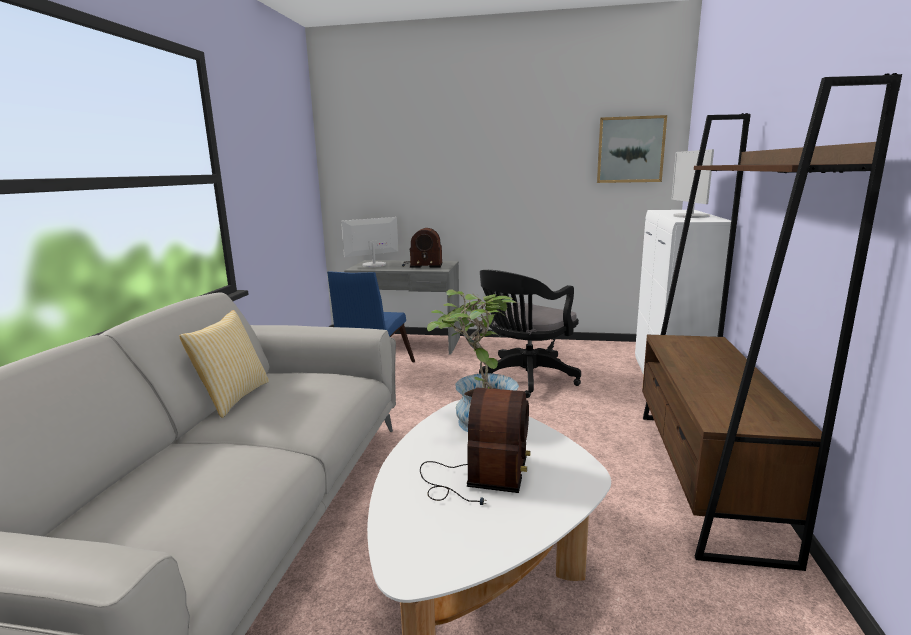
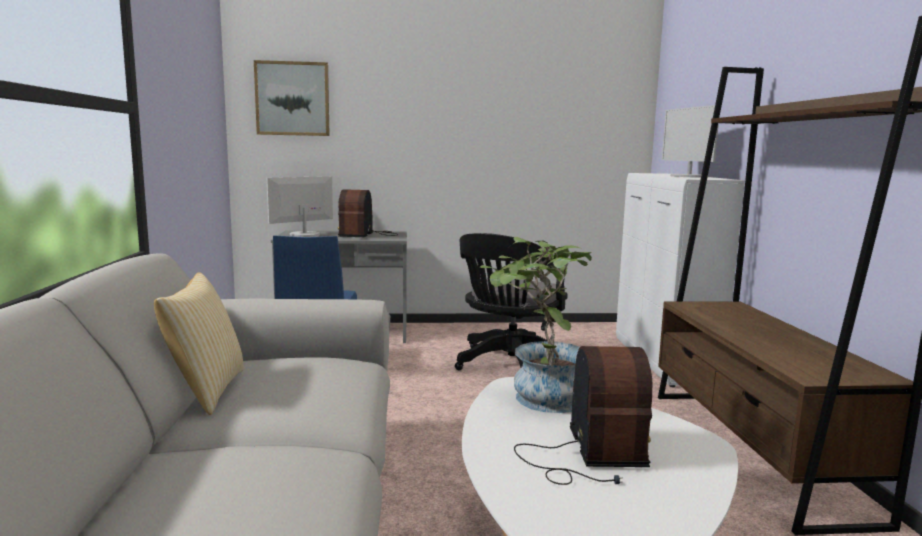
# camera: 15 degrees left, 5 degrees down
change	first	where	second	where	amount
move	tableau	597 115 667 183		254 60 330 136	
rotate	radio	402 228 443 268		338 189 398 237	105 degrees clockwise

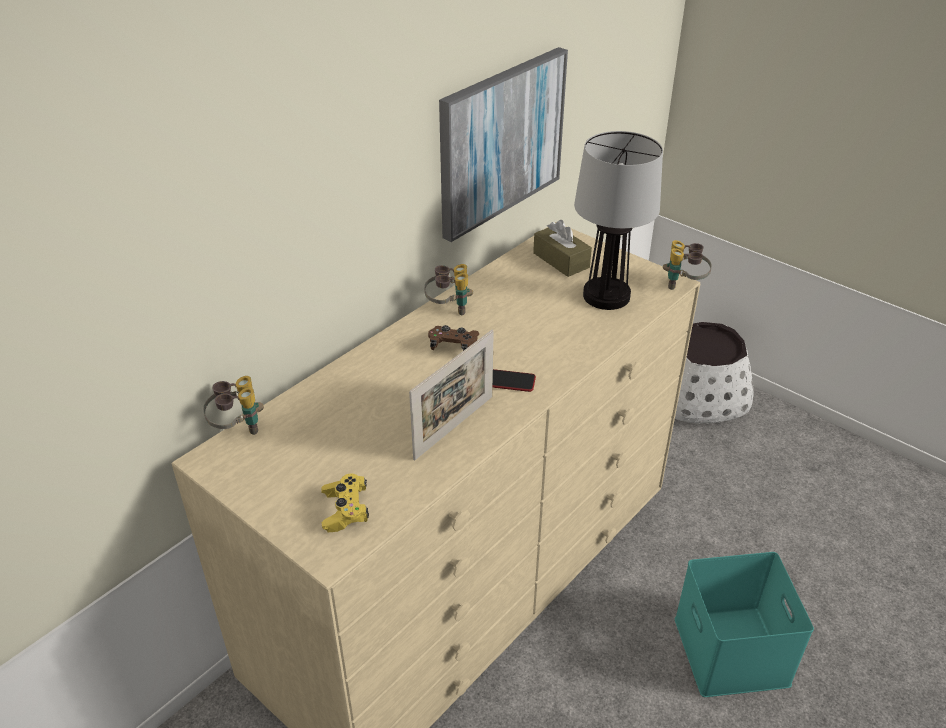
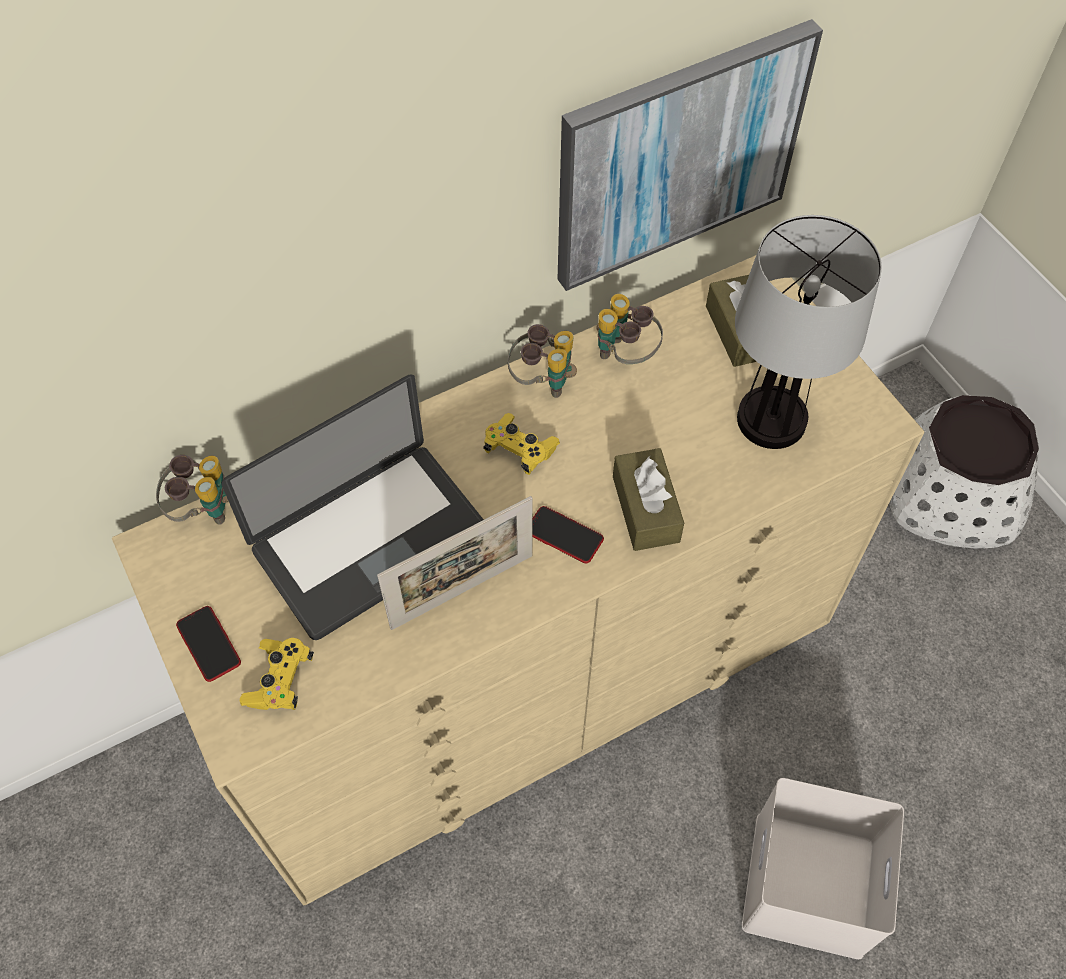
# camera: 20 degrees right, 20 degrees up
change	first	where	second	where	amount
insert			téléphone	176 606 241 682	
insert			ordinateur portable	222 374 484 640	
recolor	manette (marron)	428 325 479 351	manette (jaune)	484 413 560 475	
move	jumelles	663 240 712 290		597 294 663 364	
insert			boîte à mouchoirs (marron)	613 448 684 551	
recolor	boîte de rangement (turquoise)	675 552 814 697	boîte de rangement (blanc)	742 778 904 960	

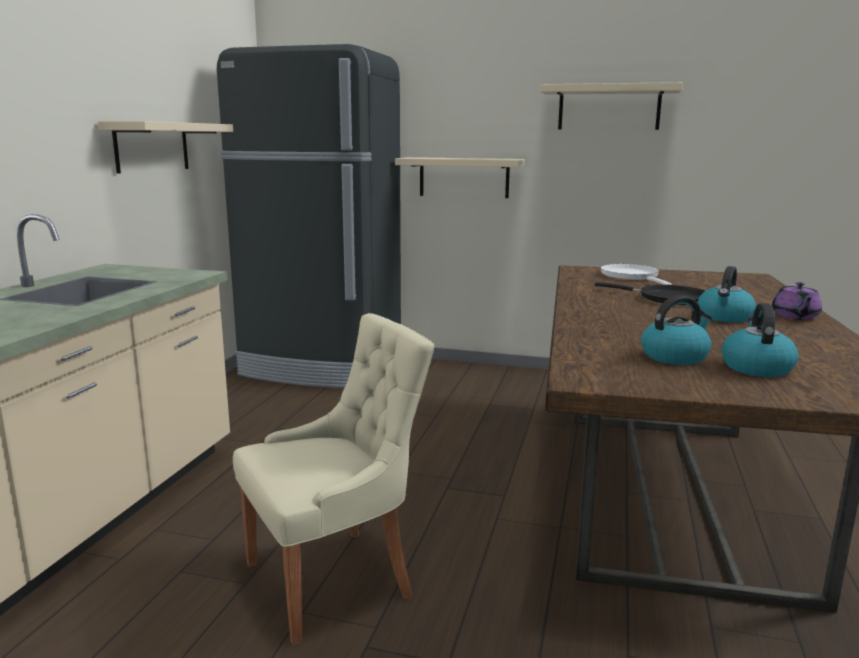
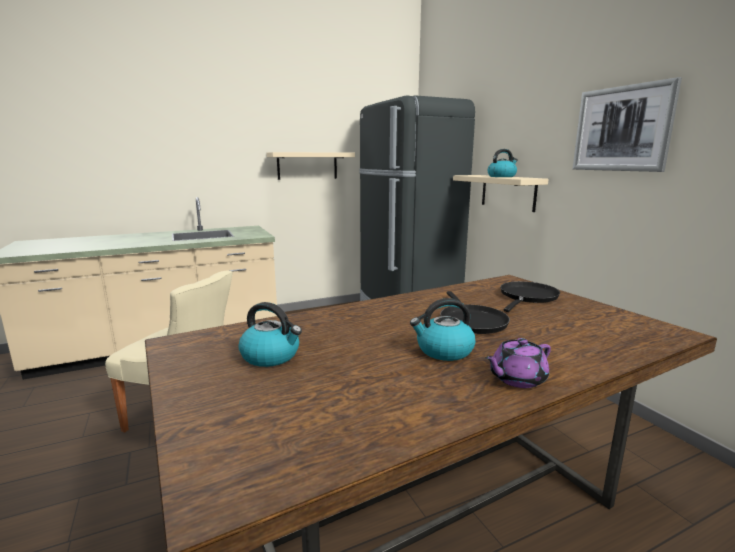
# camera: 50 degrees right, 0 degrees up
change	first	where	second	where	amount
move	bouilloire	722 303 799 377		487 149 518 177	
recolor	poêle (blanc)	600 264 671 285	poêle (noir)	500 281 560 312	
replace	étagère (beige)	540 82 683 130	tableau	573 77 682 172	

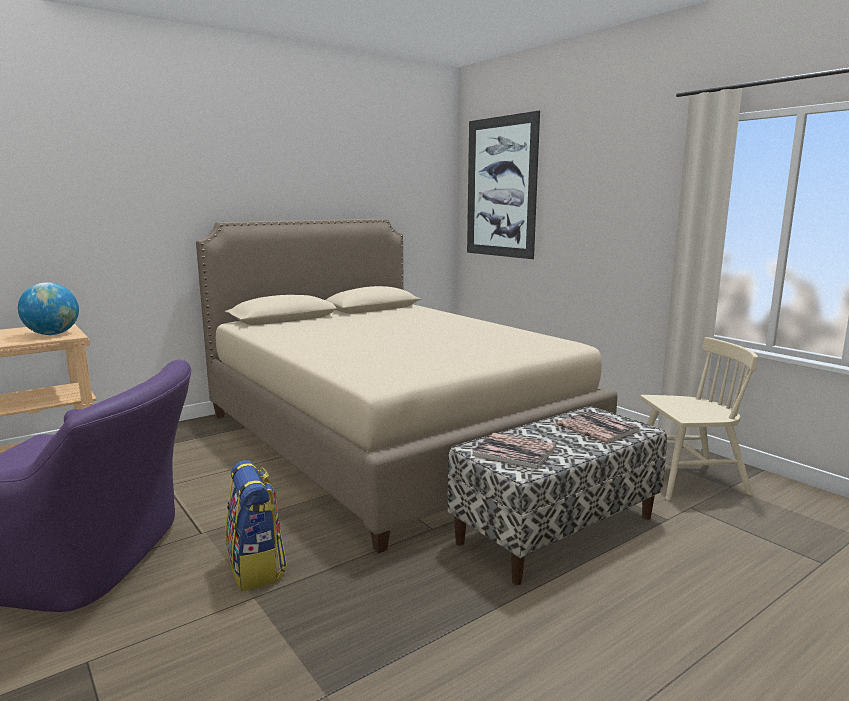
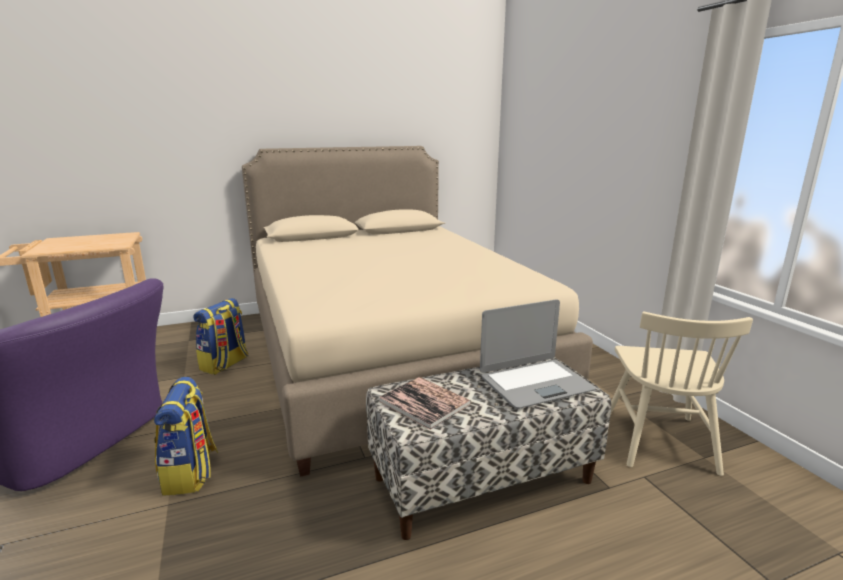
# camera: 15 degrees right, 5 degrees up
change	first	where	second	where	amount
insert			sac à dos	193 298 248 375	
replace	livre	557 411 640 443	ordinateur portable	480 299 596 409	
rotate	chaise (beige)	640 337 758 500		611 311 753 476	90 degrees clockwise
delete	globe	18 282 79 335			
delete	tableau	467 111 540 259			

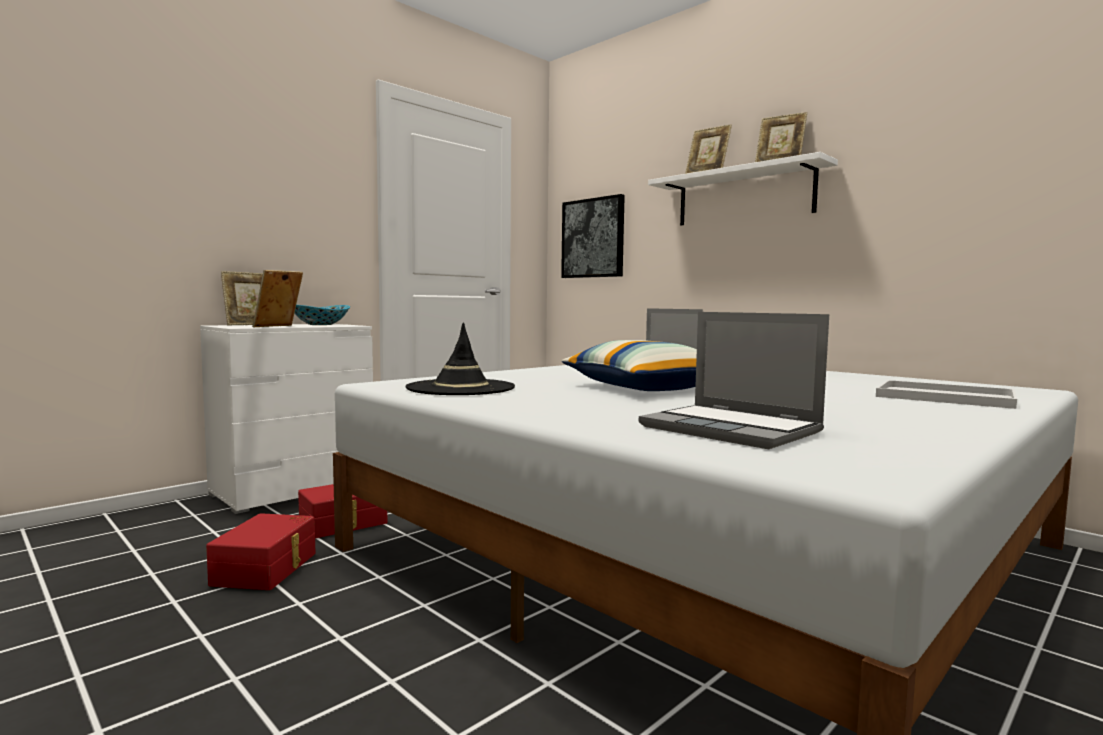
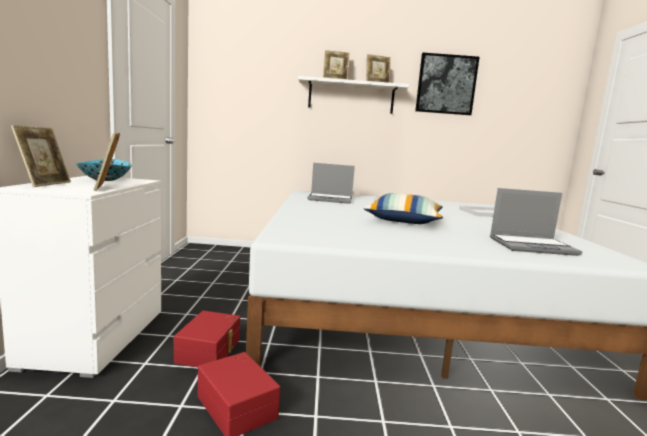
# camera: 45 degrees left, 5 degrees up
change	first	where	second	where	amount
move	tableau	561 194 625 278		415 53 479 115	
delete	chapeau (noir)	406 322 515 395			

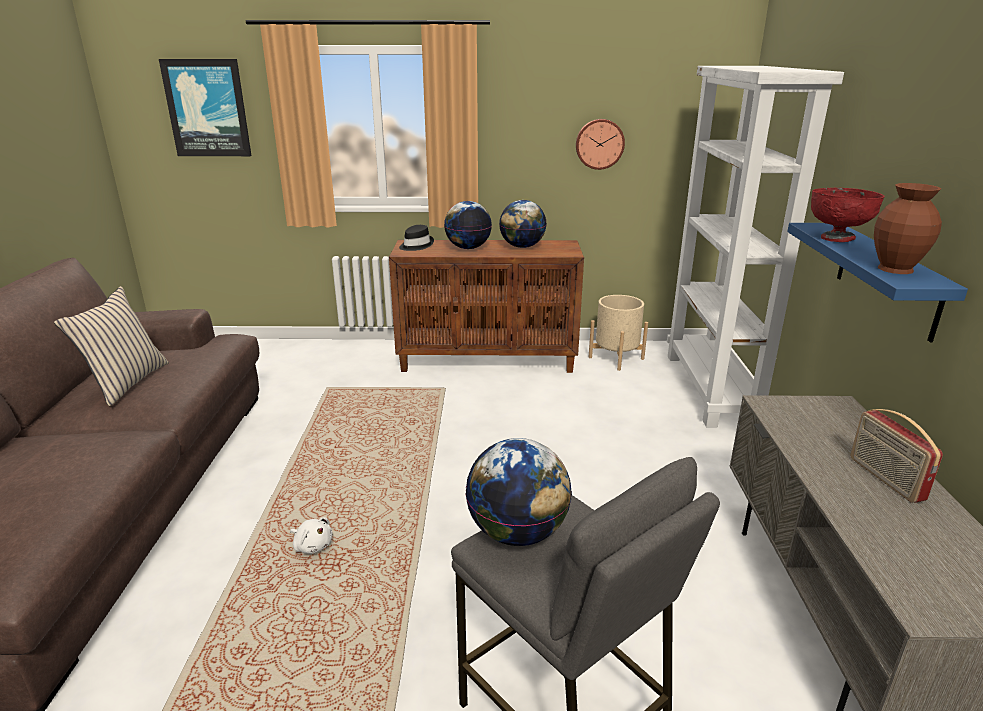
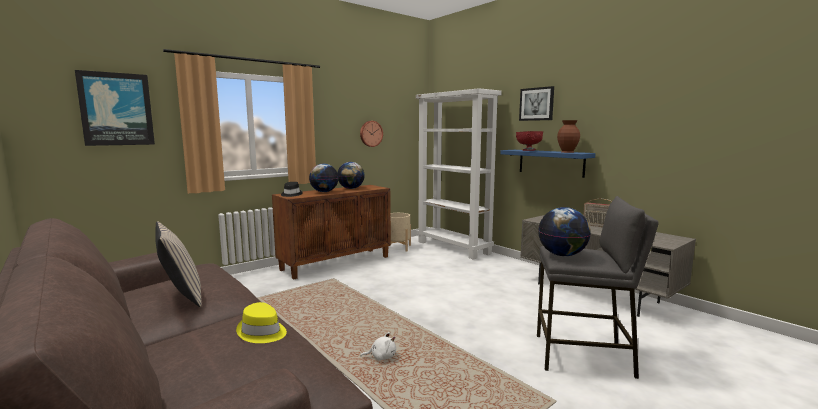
# camera: 40 degrees left, 15 degrees down
change	first	where	second	where	amount
insert			chapeau (jaune)	236 302 287 343	
insert			tableau	519 86 554 121	

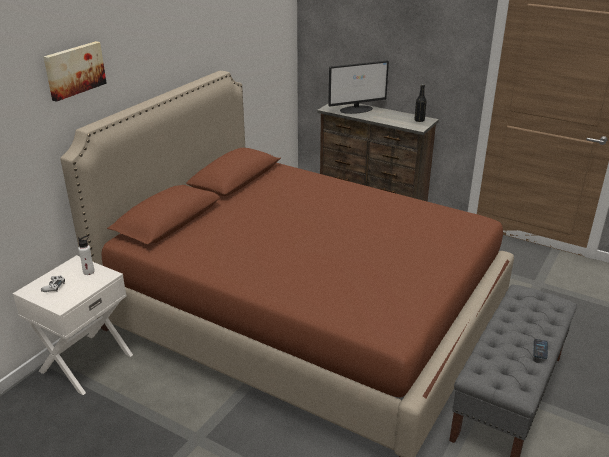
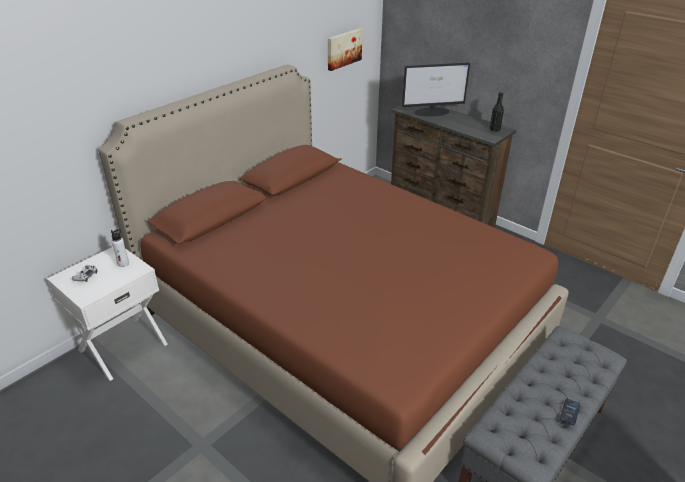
# camera: 10 degrees right, 5 degrees up
change	first	where	second	where	amount
move	tableau	44 41 107 102		328 28 363 71	

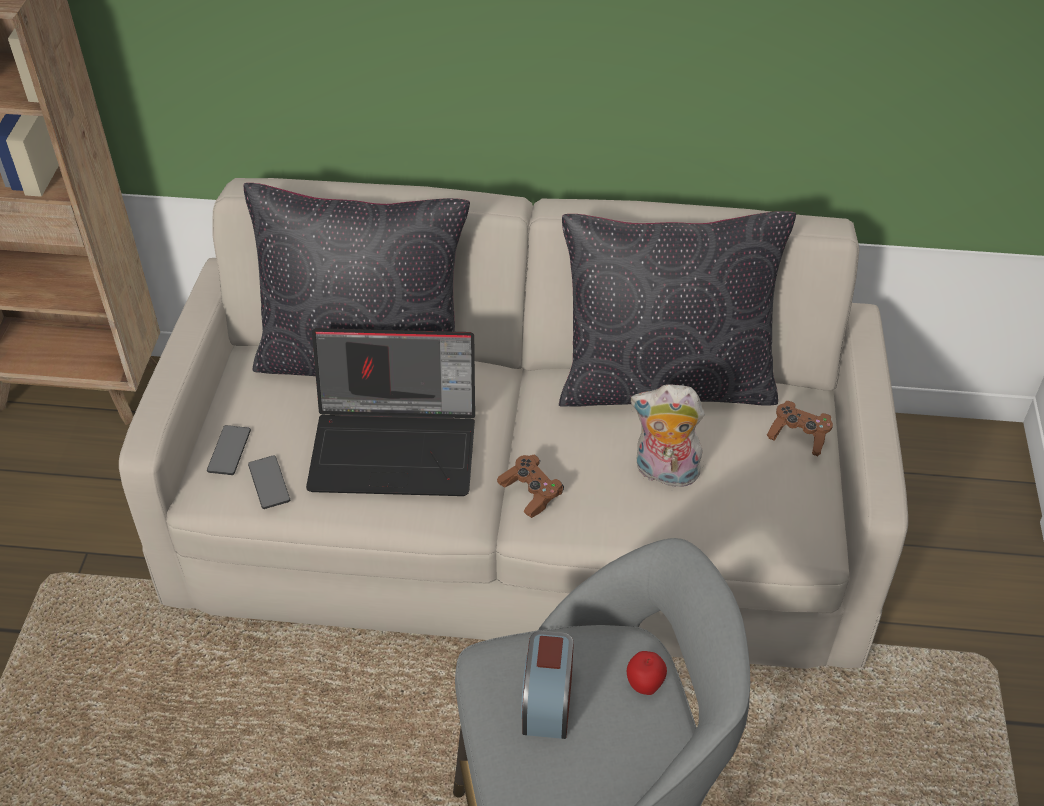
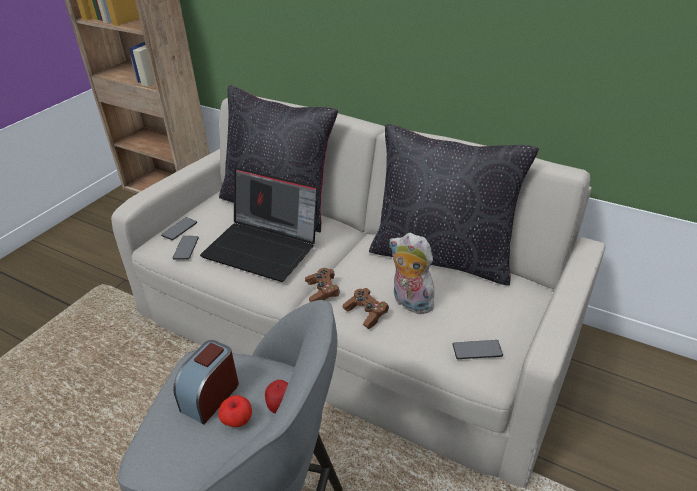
# camera: 25 degrees right, 10 degrees down
change	first	where	second	where	amount
insert			pomme	218 395 252 427	
move	manette (marron)	767 401 833 456		342 288 389 329	
insert			téléphone	453 340 503 359	

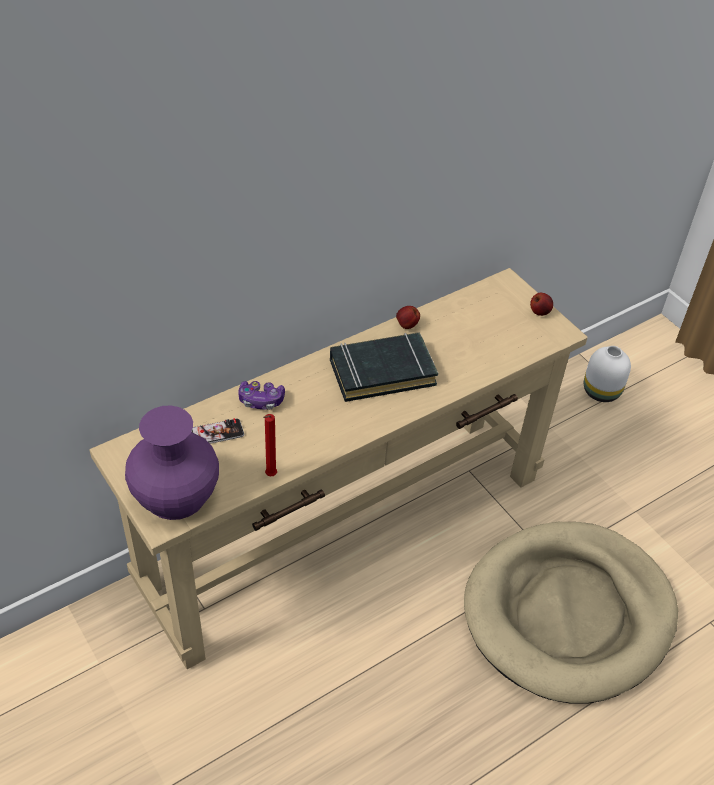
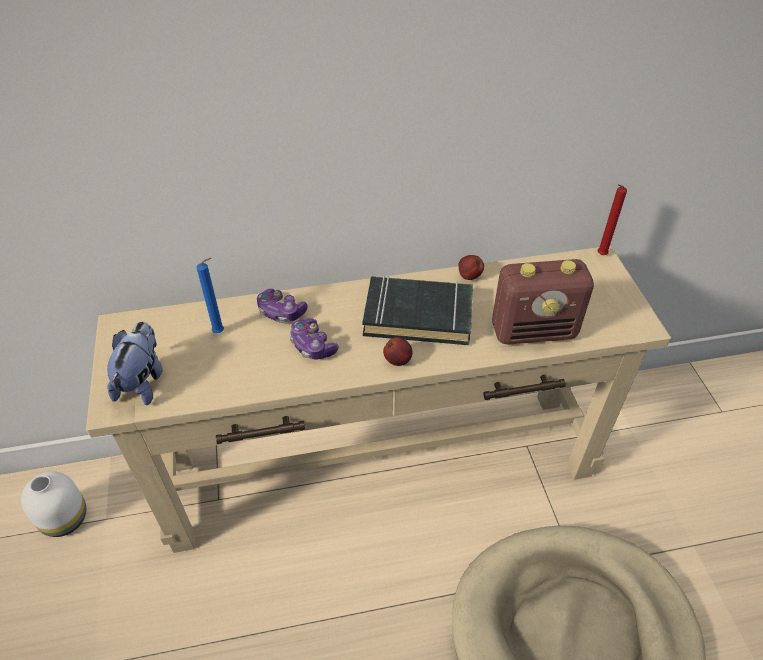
# camera: 25 degrees right, 0 degrees up
change	first	where	second	where	amount
move	vase (blanc)	584 346 631 402		21 471 86 537	
replace	vase (violet)	125 406 219 520	peluche	107 322 163 405	
replace	téléphone	191 418 244 444	bougie (bleu)	197 258 224 333	
insert			manette	289 318 339 359	
move	pomme	530 293 553 316		383 337 413 366	
insert			radio	492 259 594 345	
move	bougie (rouge)	263 414 277 476		598 184 627 255	

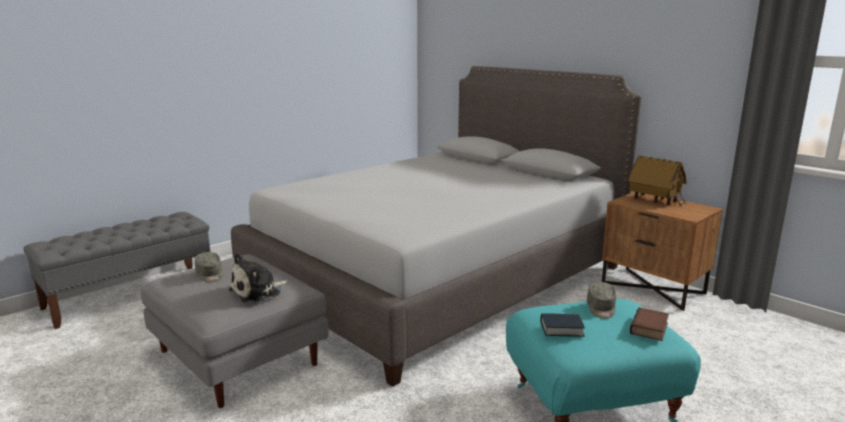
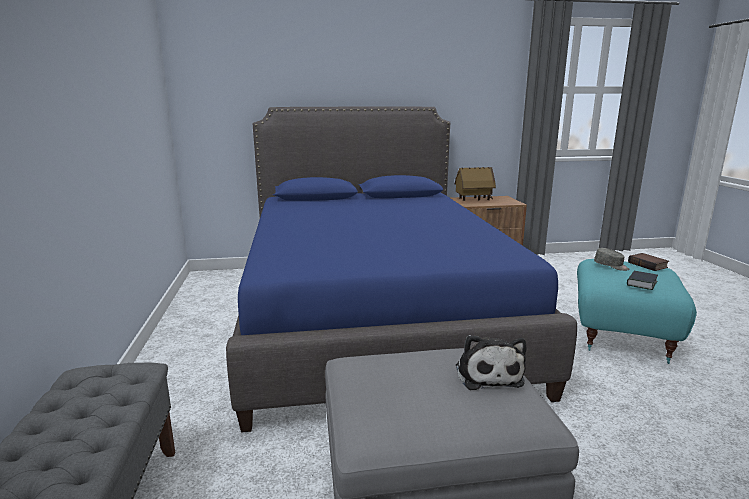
# camera: 55 degrees left, 0 degrees up
change	first	where	second	where	amount
recolor	lit (gris)	231 66 642 387	lit (bleu)	226 106 577 433	
delete	casquette (gris)	195 252 223 283			

